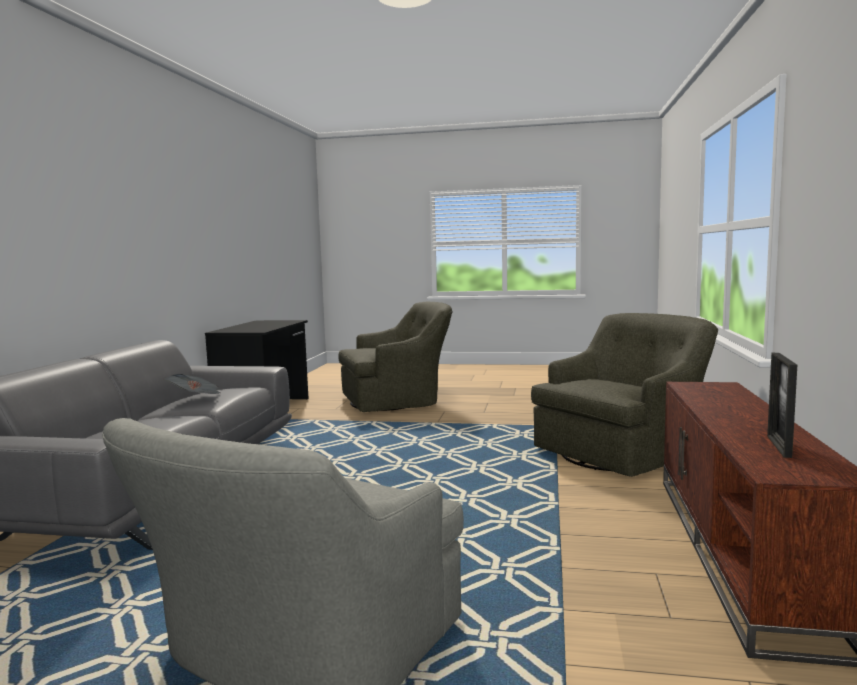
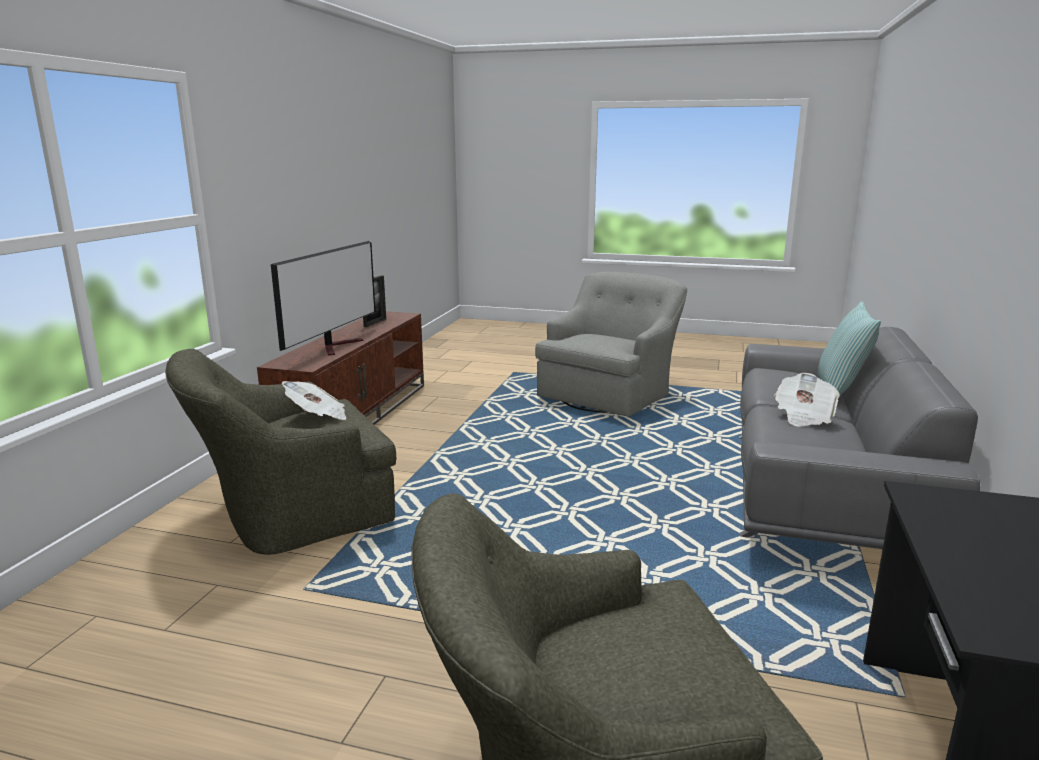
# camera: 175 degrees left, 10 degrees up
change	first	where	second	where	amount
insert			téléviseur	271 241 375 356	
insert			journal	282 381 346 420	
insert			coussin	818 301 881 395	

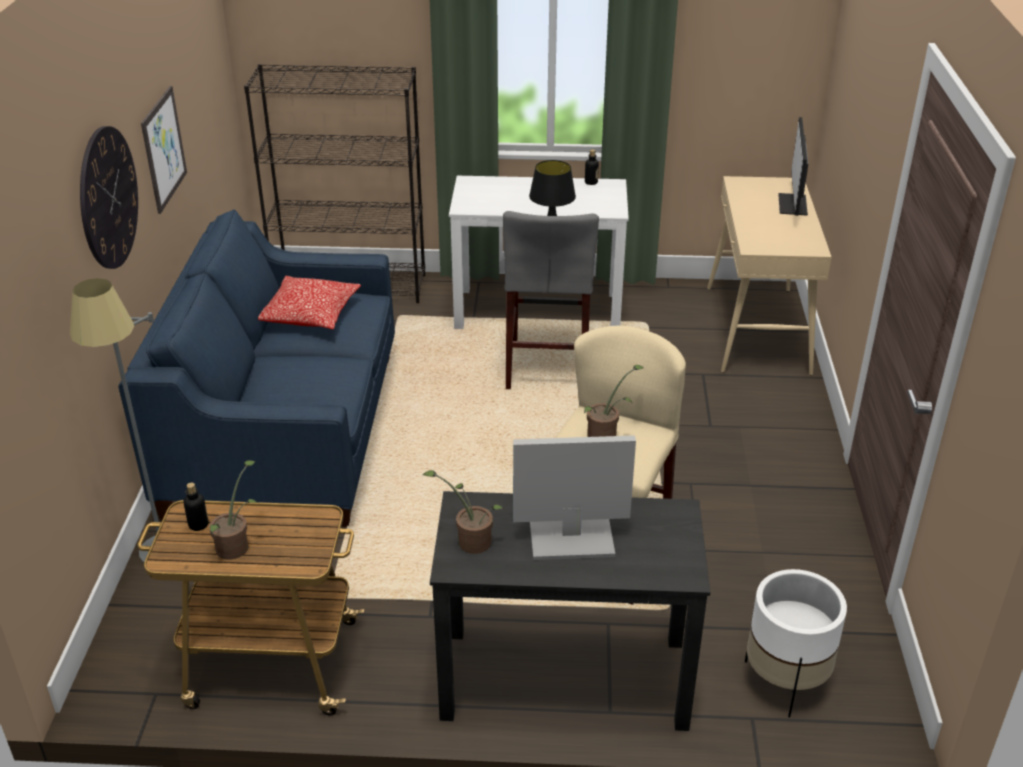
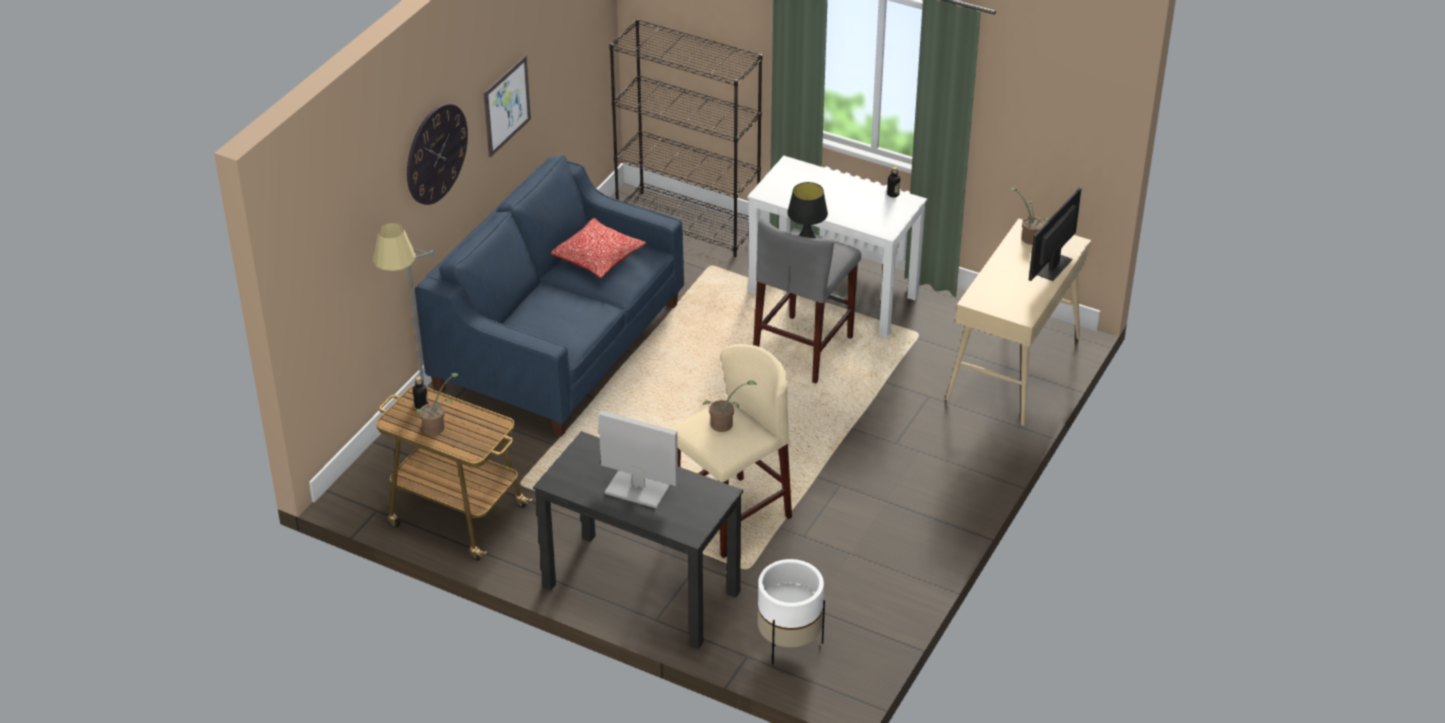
# camera: 25 degrees right, 5 degrees up
change	first	where	second	where	amount
move	plante en pot	423 470 504 554		1010 187 1049 245	

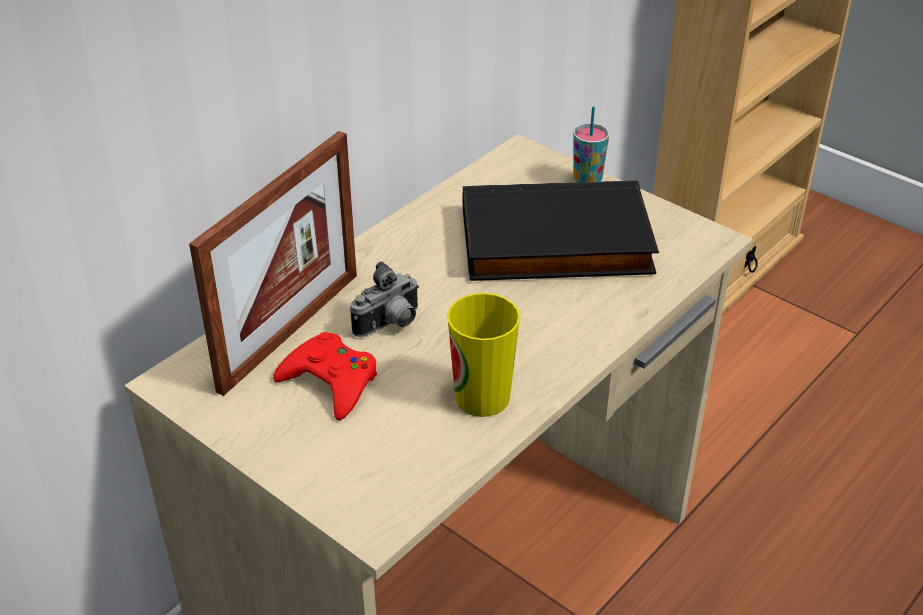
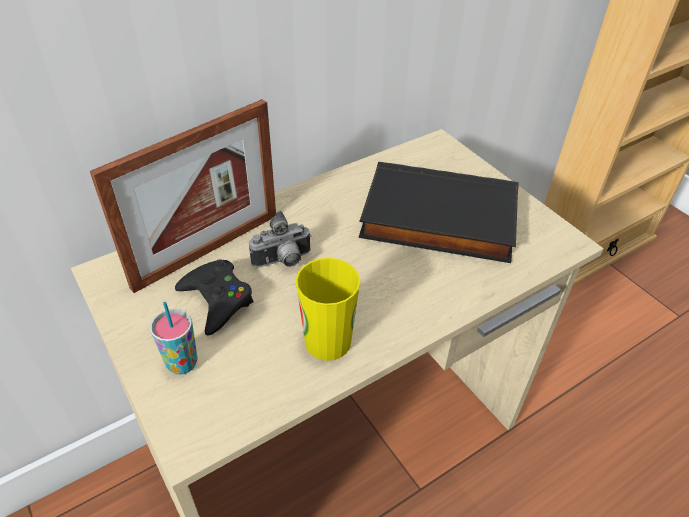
# camera: 15 degrees right, 5 degrees up
change	first	where	second	where	amount
move	tasse	573 106 609 182		150 302 198 375	
recolor	manette (rouge)	273 332 377 420	manette (noir)	175 259 254 335	

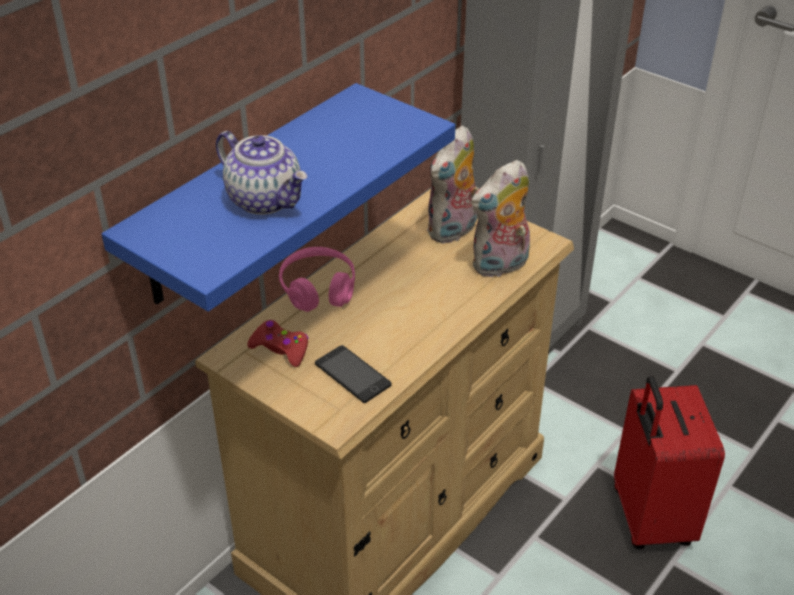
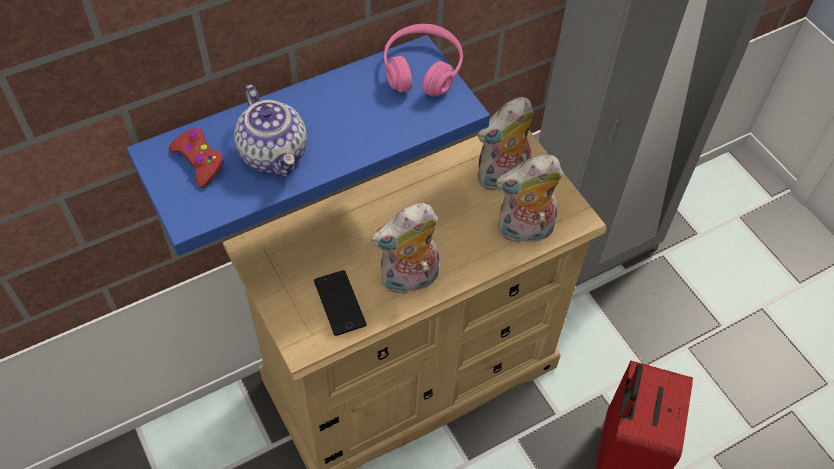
# camera: 20 degrees right, 15 degrees up
change	first	where	second	where	amount
move	manette (rouge)	247 320 309 367		169 128 224 188	
insert			peluche	371 203 440 295	
move	casque audio (rose)	279 247 355 312		384 24 463 97	

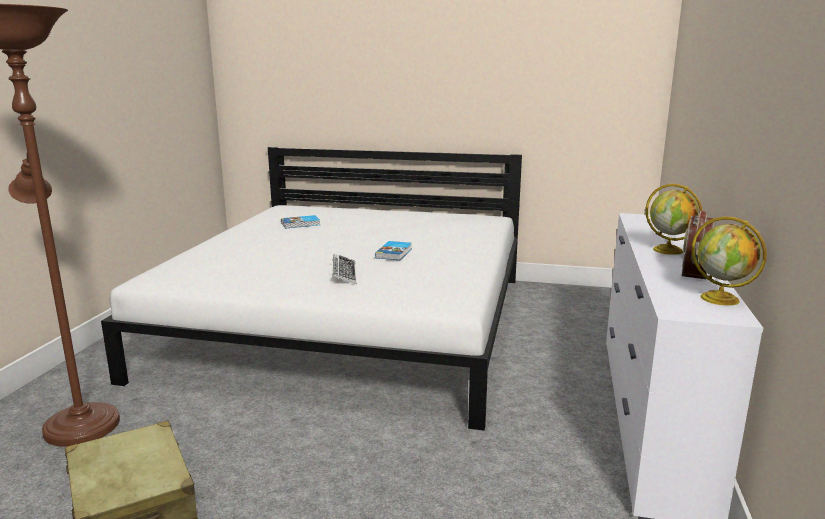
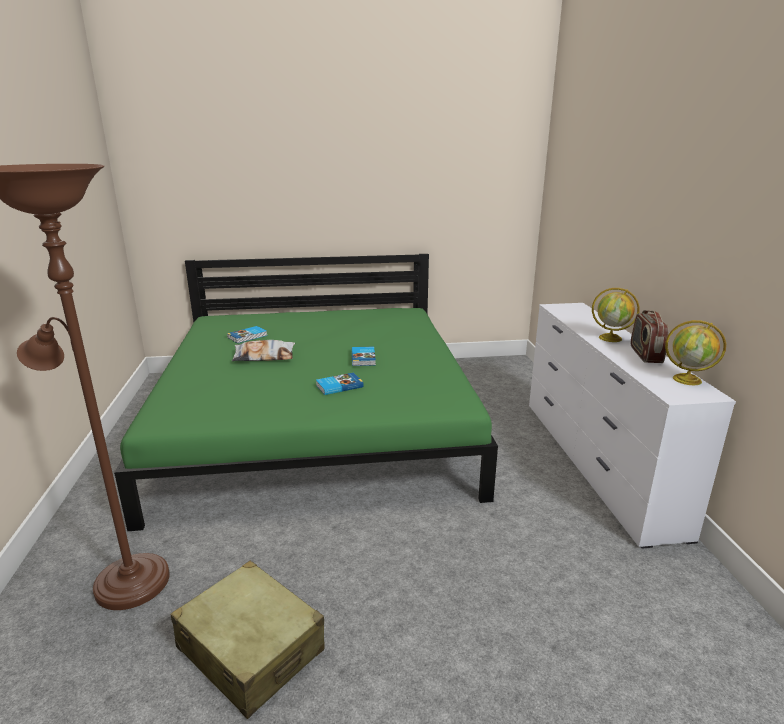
# camera: 20 degrees left, 5 degrees up
change	first	where	second	where	amount
recolor	lit (blanc)	101 147 522 431	lit (vert)	114 254 498 531	
insert			coussin	232 340 295 361	
replace	clavier	332 254 357 284	livre	316 372 364 395	

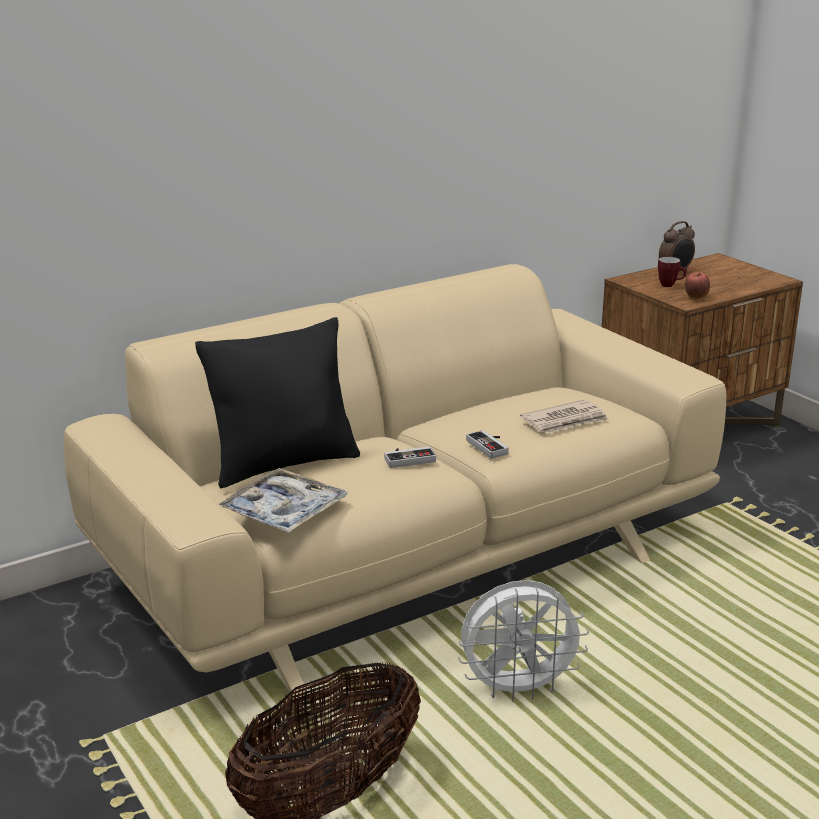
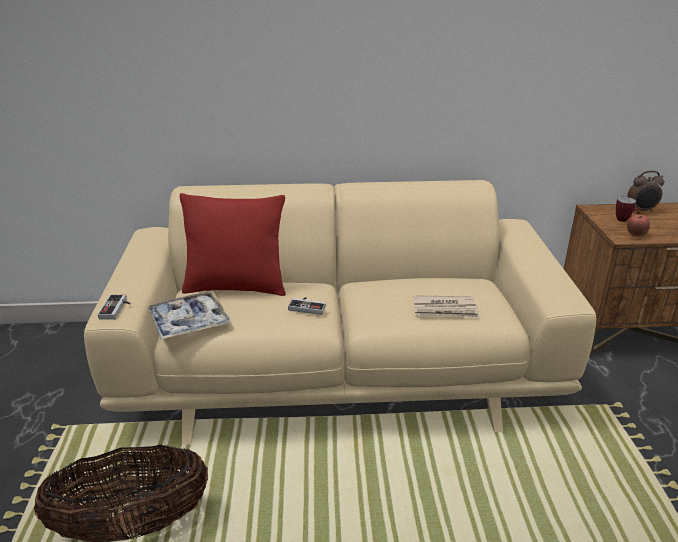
# camera: 30 degrees right, 5 degrees up
change	first	where	second	where	amount
move	manette	466 430 509 459		98 294 131 320	
recolor	coussin (noir)	195 317 360 489	coussin (rouge)	180 193 286 296	
delete	ventilateur (blanc)	458 580 589 702			

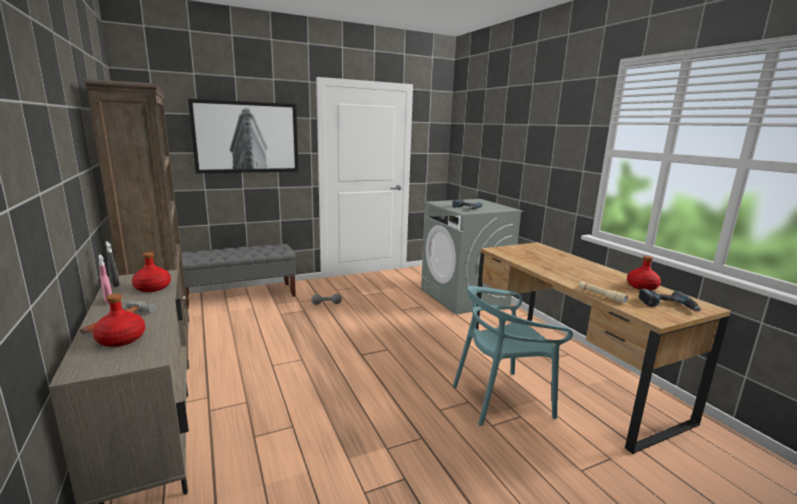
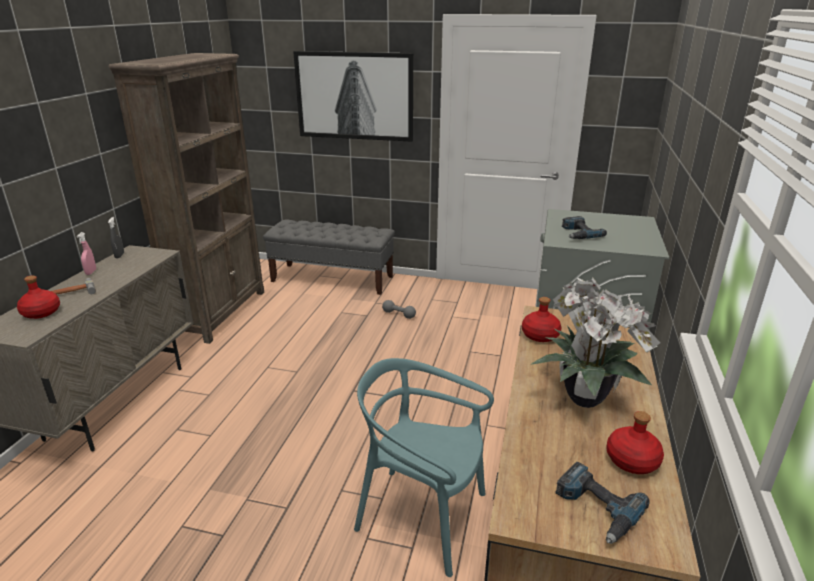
# camera: 40 degrees right, 10 degrees up
change	first	where	second	where	amount
move	bouteille (rouge)	132 252 171 292		522 297 561 342	
insert			plante en pot	530 278 661 408	
delete	lampe de poche (beige)	578 281 628 304			

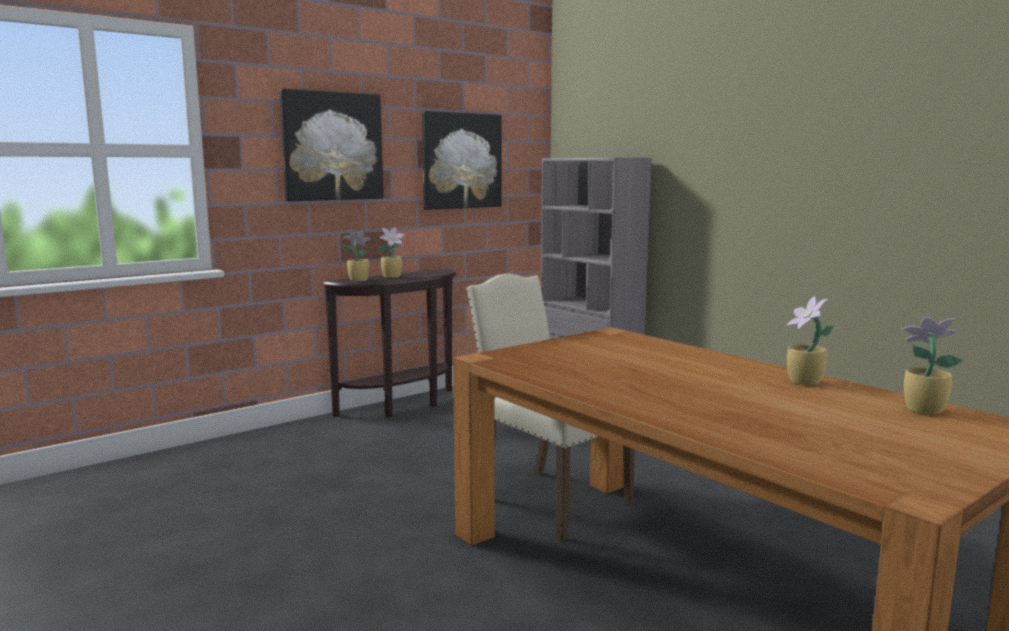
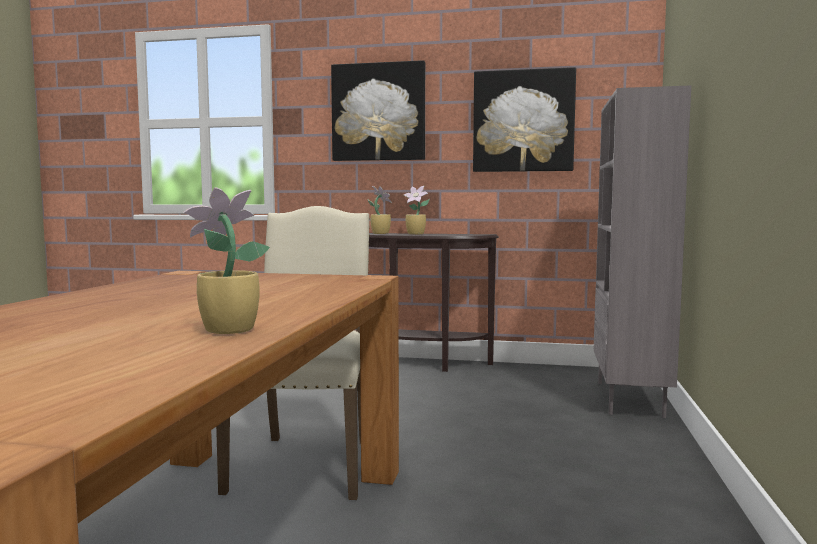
# camera: 50 degrees right, 5 degrees down
change	first	where	second	where	amount
delete	plante en pot	901 317 963 415			

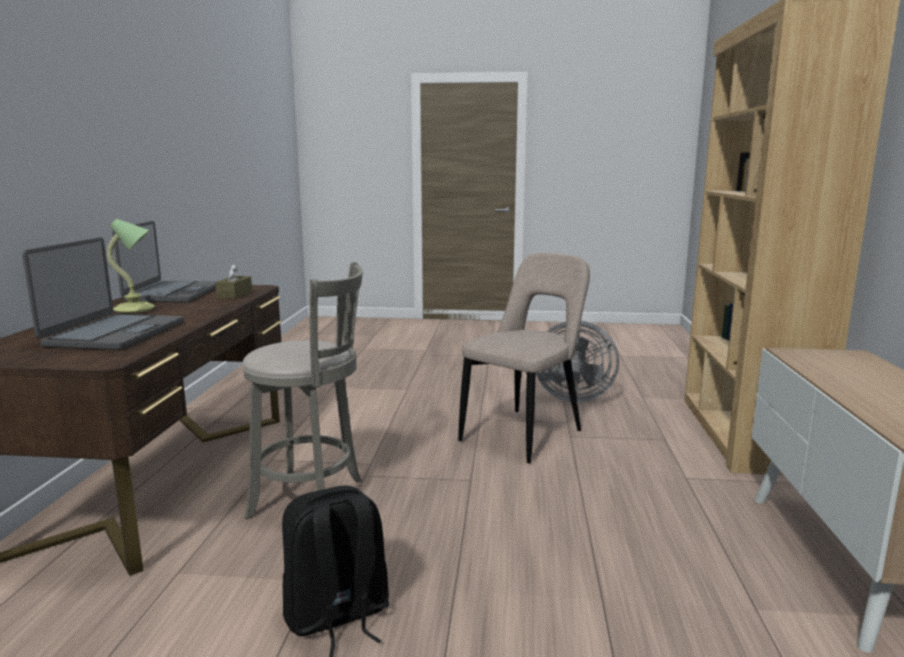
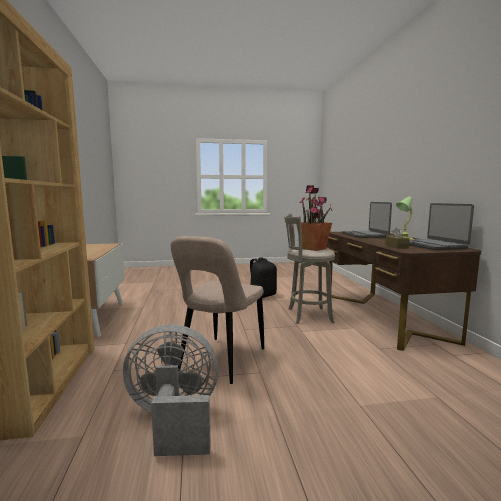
# camera: 165 degrees right, 5 degrees down
change	first	where	second	where	amount
insert			plante en pot	296 185 332 251	

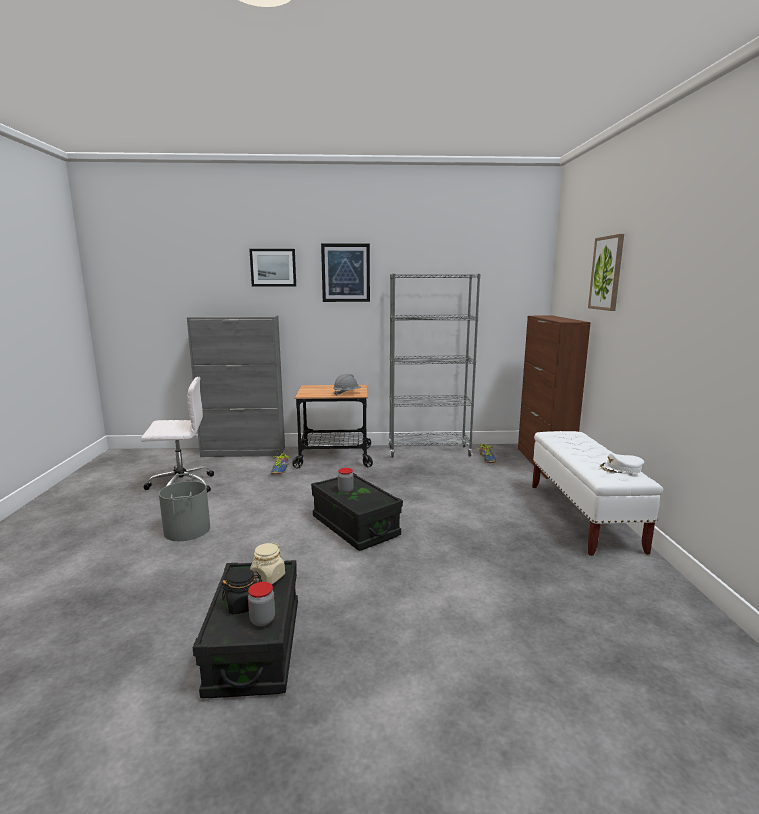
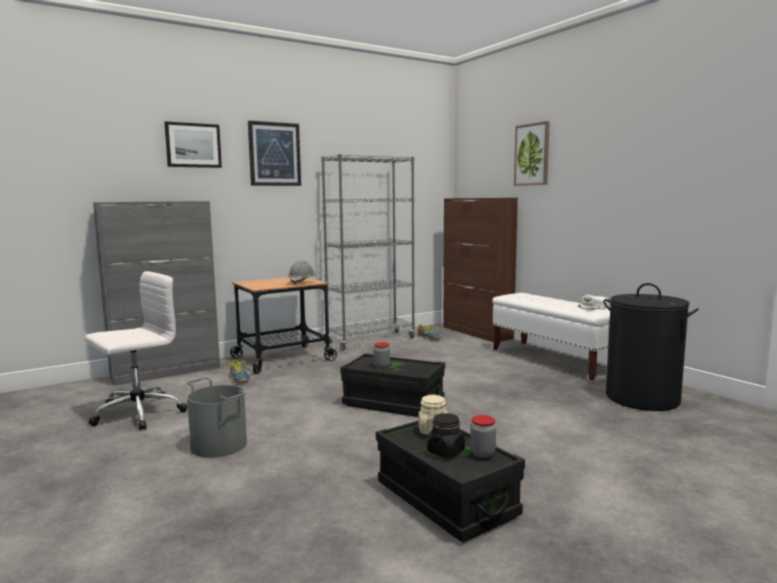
# camera: 30 degrees left, 5 degrees down
change	first	where	second	where	amount
insert			panier à linge (noir)	603 283 699 411	

